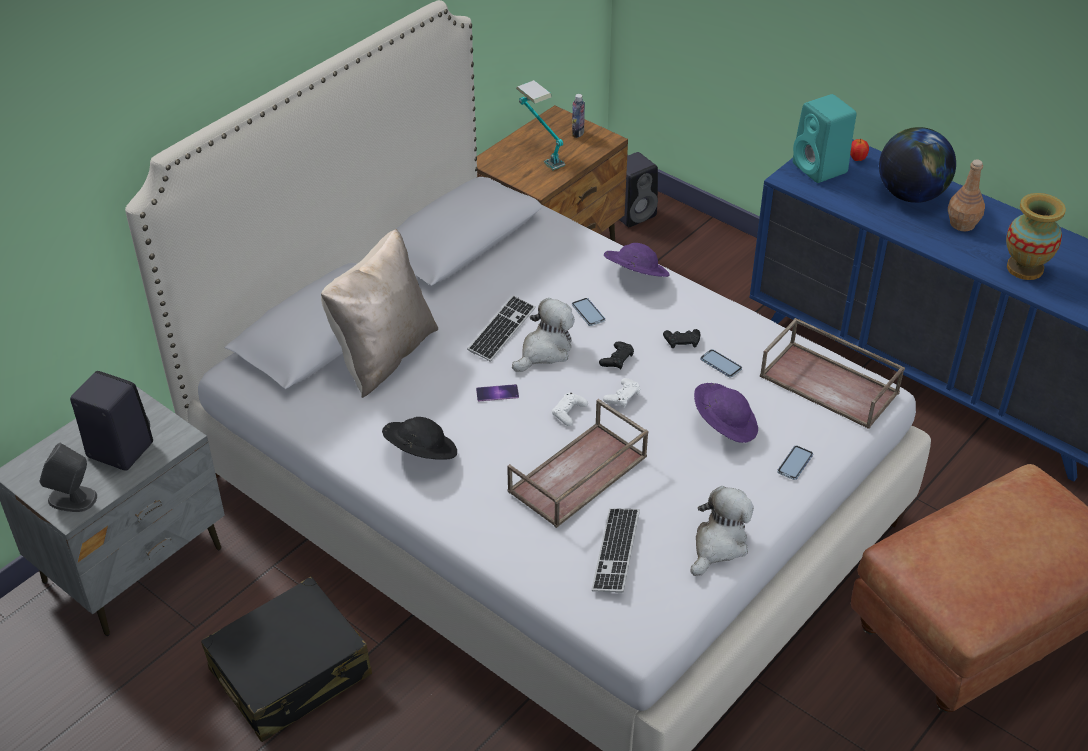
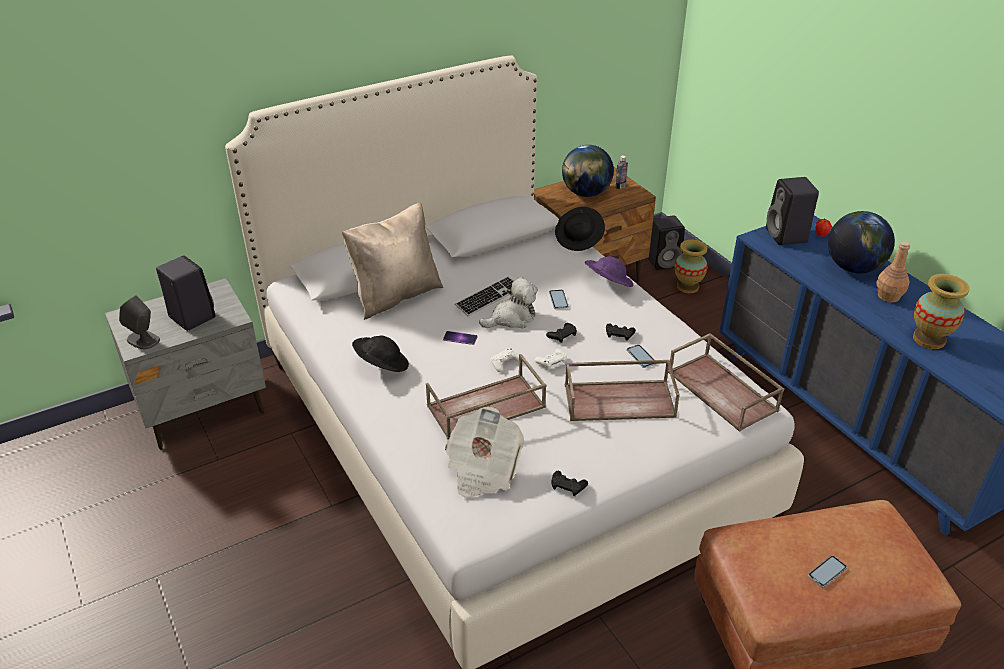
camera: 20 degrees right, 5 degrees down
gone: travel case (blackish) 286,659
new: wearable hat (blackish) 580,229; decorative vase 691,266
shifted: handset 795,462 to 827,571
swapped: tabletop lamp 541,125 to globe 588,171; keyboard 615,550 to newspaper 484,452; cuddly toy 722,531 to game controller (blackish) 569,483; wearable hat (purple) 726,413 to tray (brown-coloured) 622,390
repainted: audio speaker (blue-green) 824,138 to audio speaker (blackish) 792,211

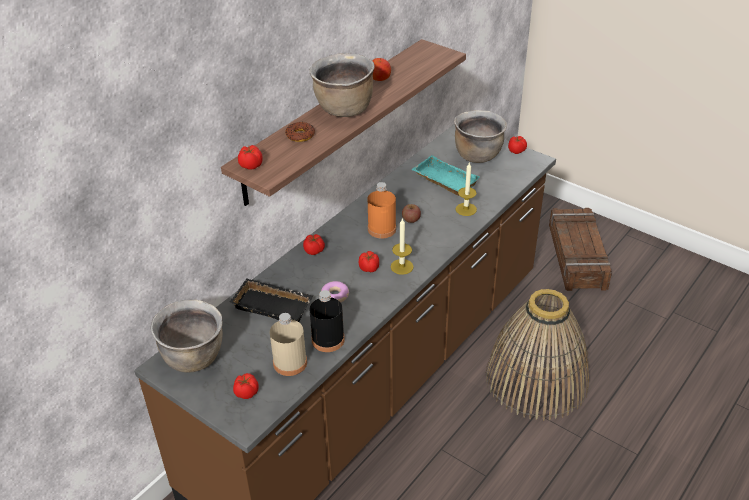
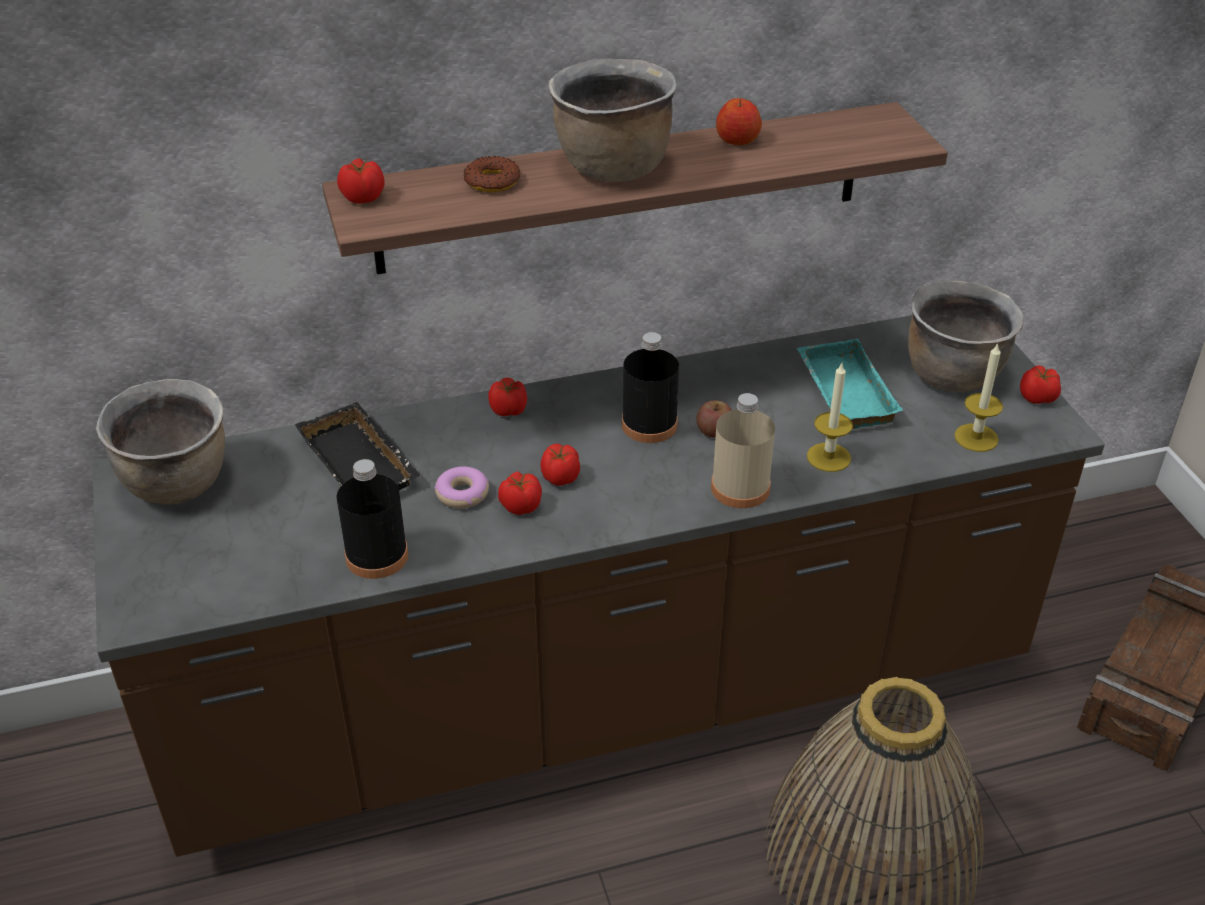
camera: 35 degrees right, 0 degrees up
shifted: tomato 245,386 to 520,493; bottle (beige-coloured) 288,344 to 743,450; wax candle 402,246 to 978,397
repainted: bottle (orangey) 382,210 to bottle (blackish) 650,387

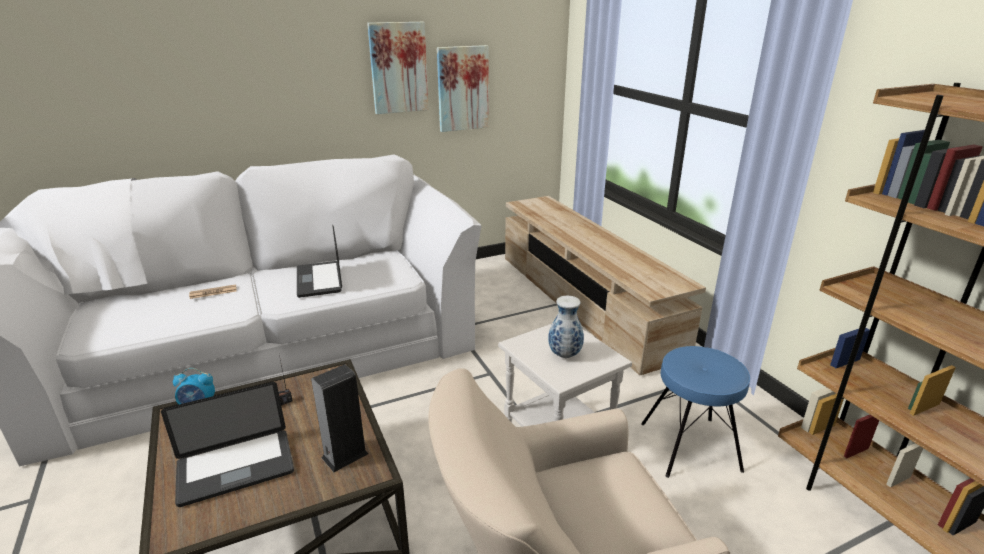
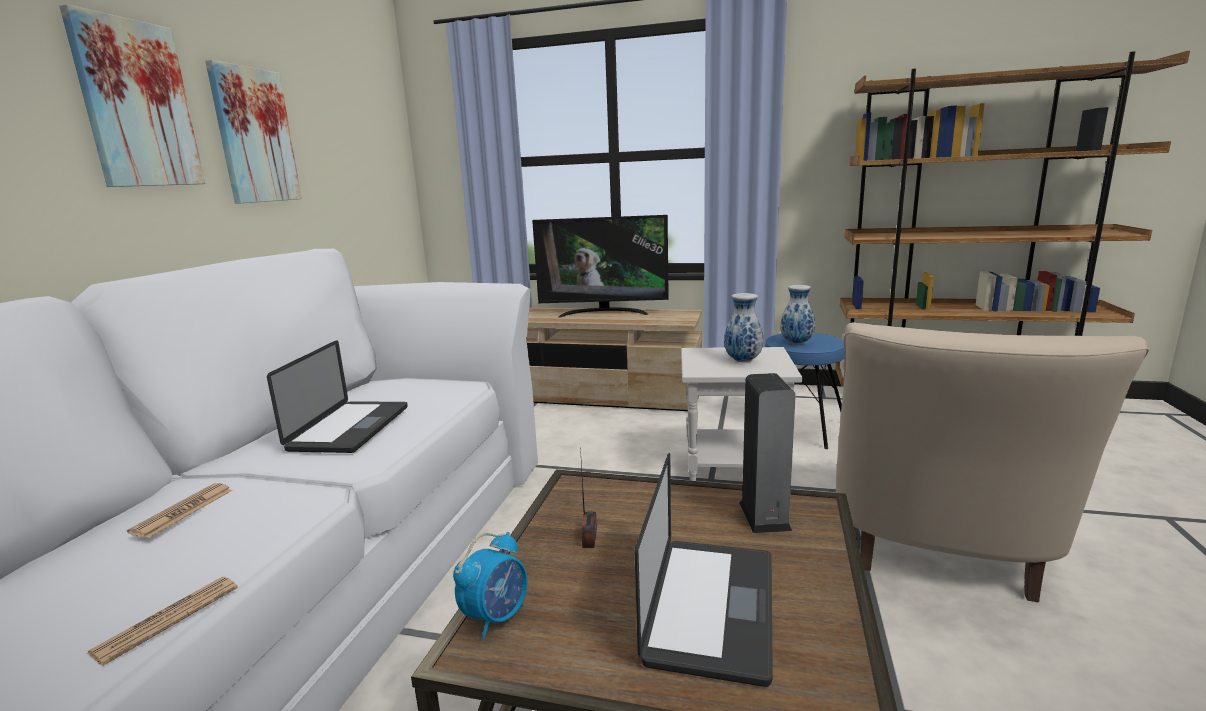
camera: 50 degrees left, 10 degrees down
new: newspaper 162,621; television 600,266; decorative vase 797,314
shifted: wall picture 463,88 to 132,95
rotated: laptop 319,262 = 337,396 105 degrees counterclockwise

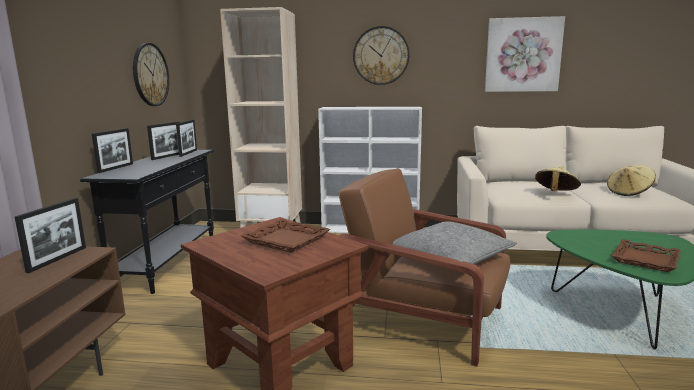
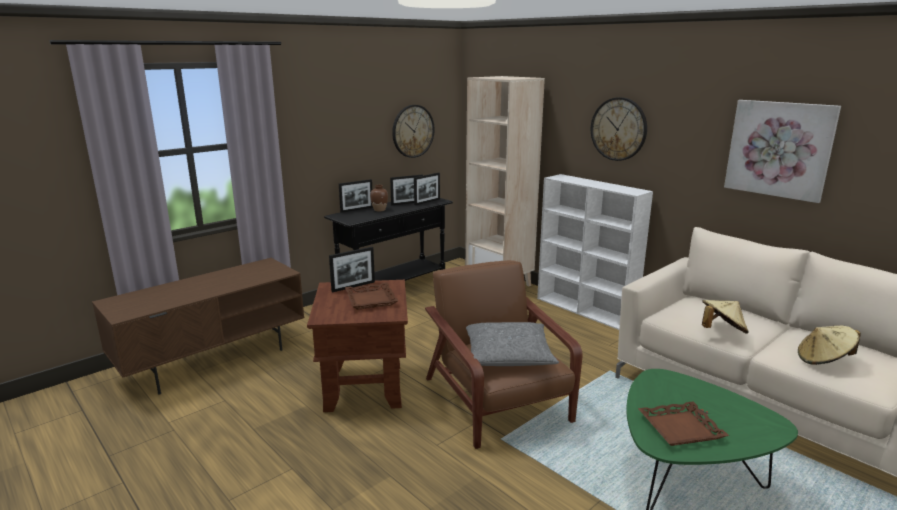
camera: 40 degrees right, 5 degrees up
new: decorative vase (brown-coloured) 379,198
shifted: photo frame 50,235 to 352,269

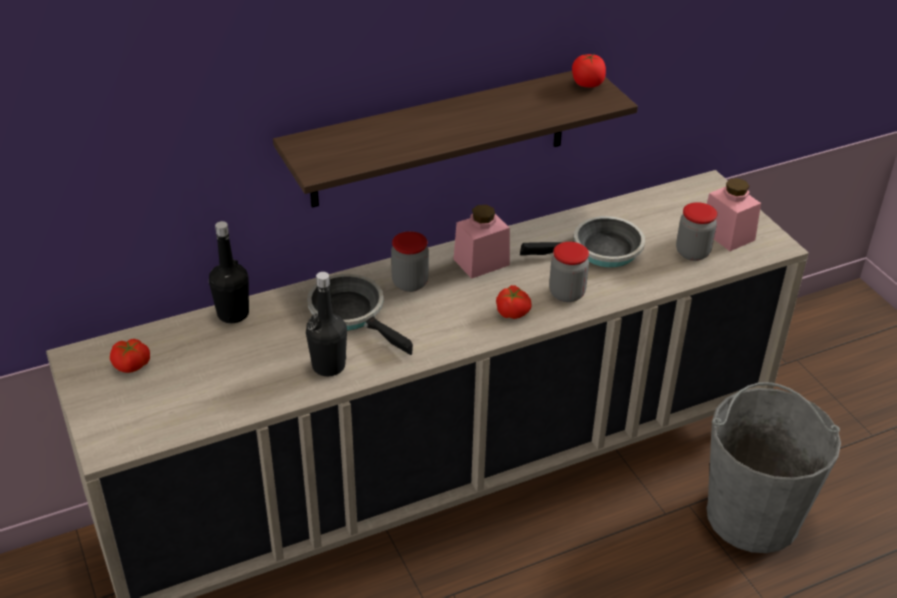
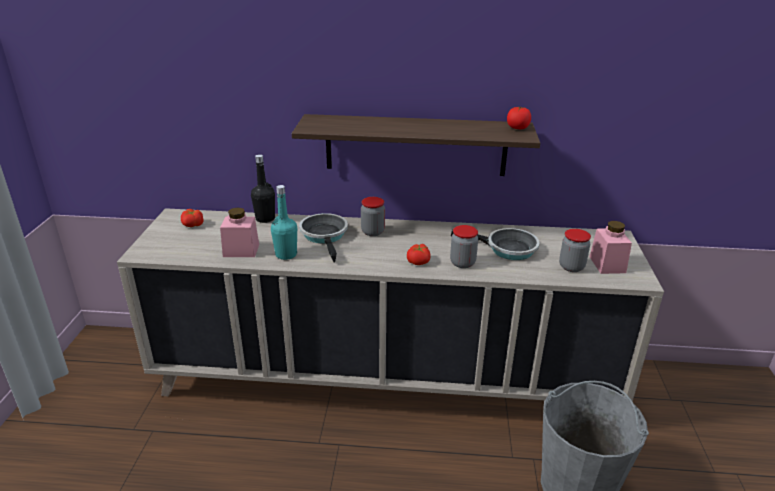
camera: 30 degrees right, 10 degrees down
shifted: jar (pinkish) 482,242 to 239,232
repainted: bottle (blackish) 326,324 to bottle (blue-green) 284,222

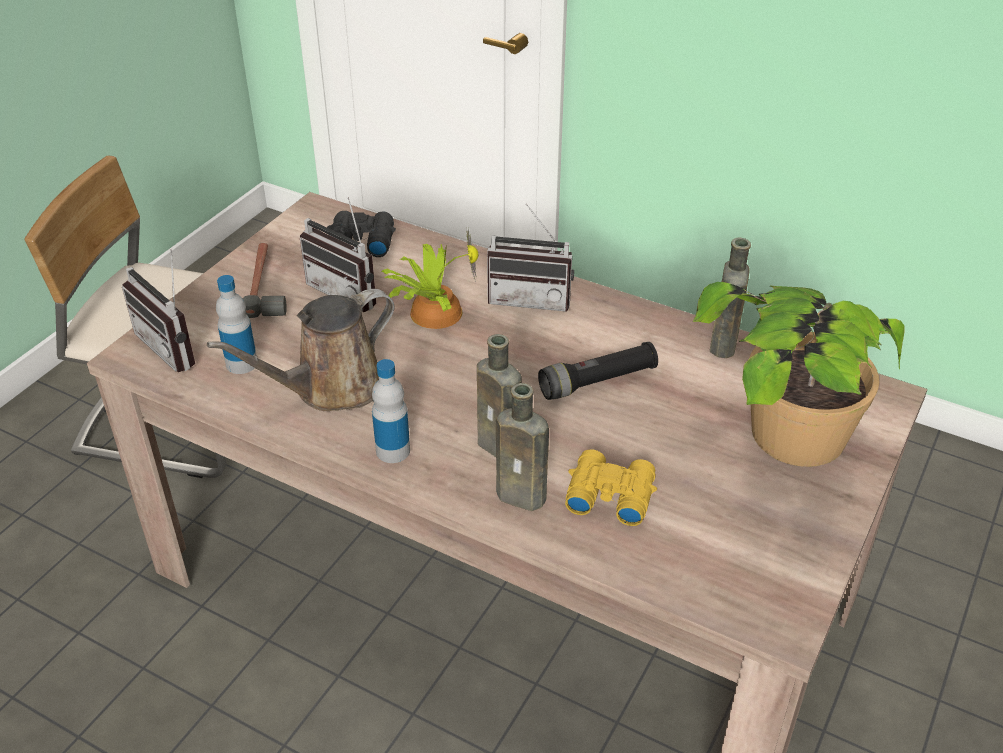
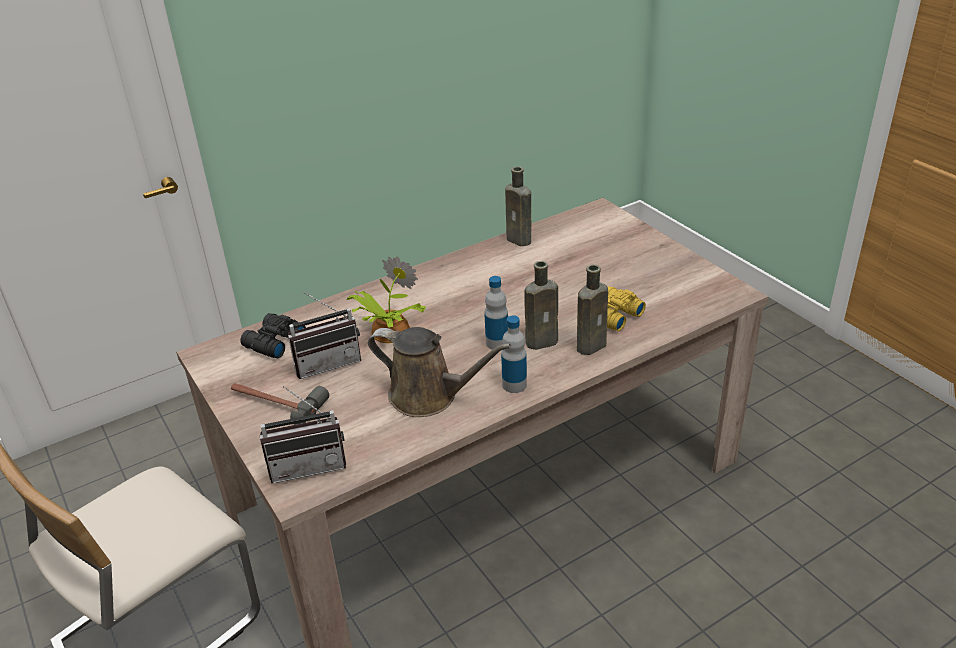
camera: 60 degrees left, 5 degrees down
gone: radio receiver 530,257; flashlight (blackish) 598,371; houseplant 798,374
shifted: bottle 236,324 to 496,313
rotated: watering pot (brown-coloured) 301,350 = 439,372 60 degrees counterclockwise

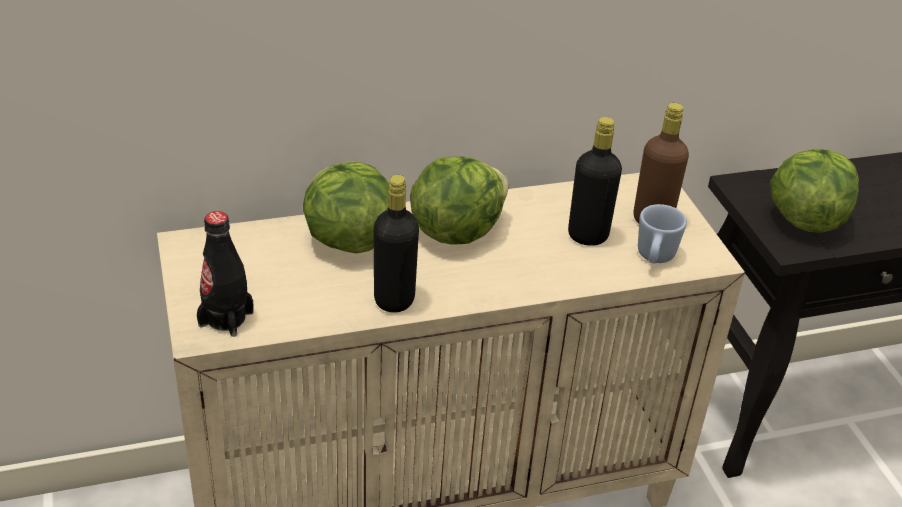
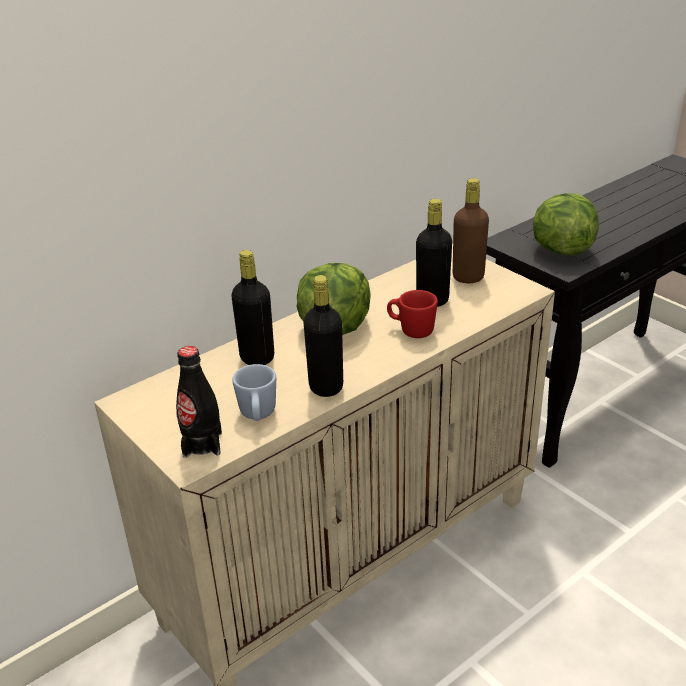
camera: 20 degrees left, 5 degrees down
new: tea mug (reddish) 412,314
shifted: tea mug (bluish) 662,234 to 254,392
swapped: lettuce 346,207 to bottle (blackish) 252,307

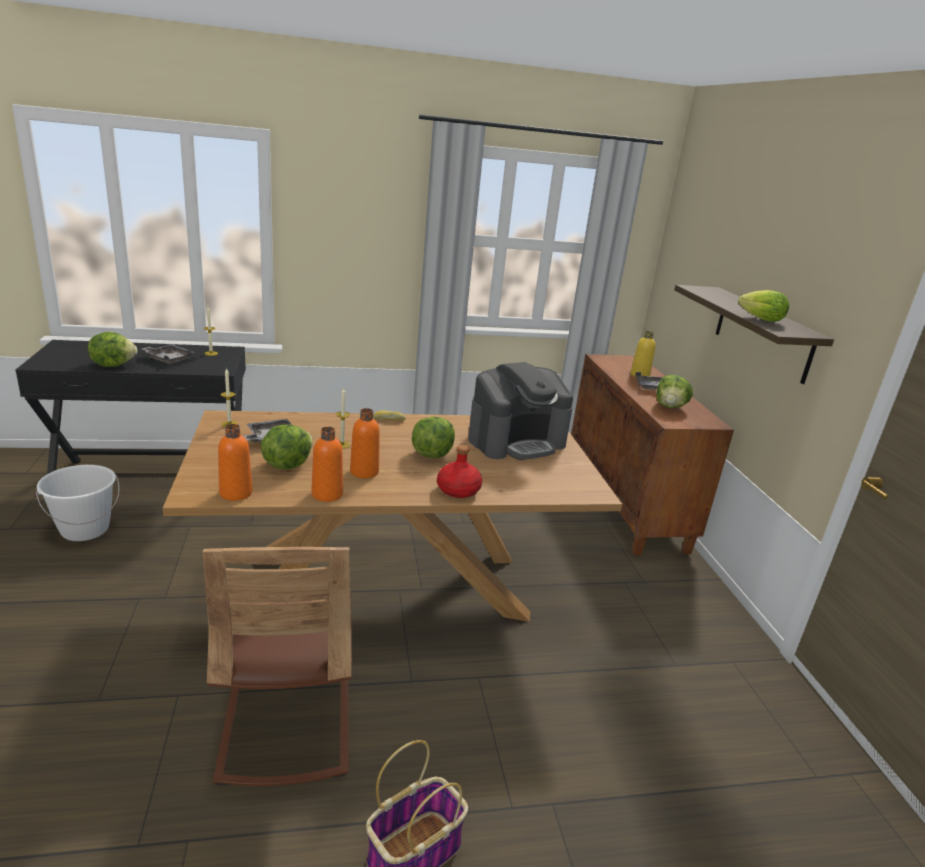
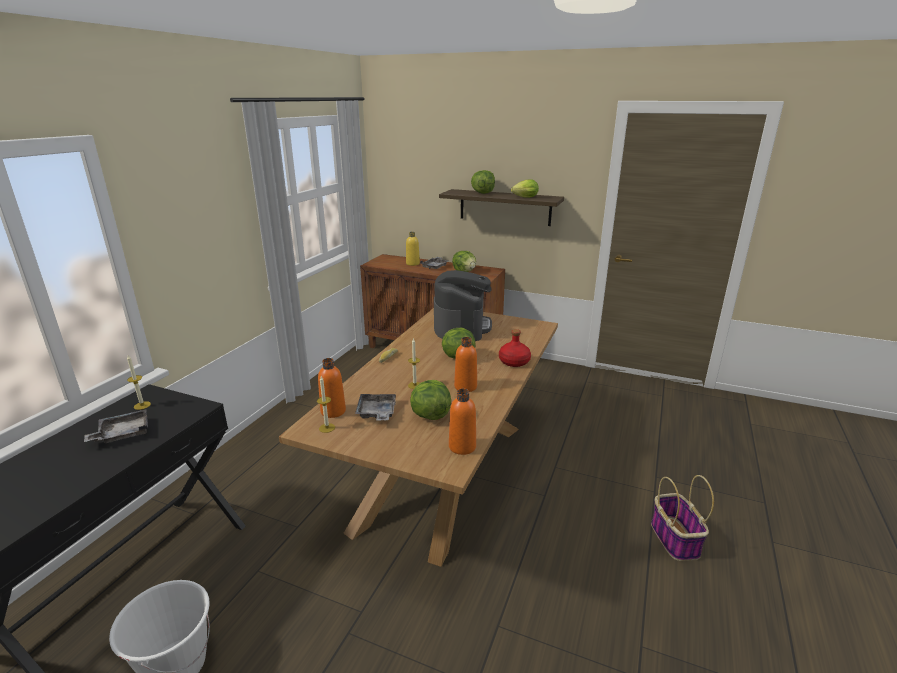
camera: 55 degrees left, 0 degrees up
gone: plain chair (brown-coloured) 277,666
shifted: lettuce 113,349 to 483,182; bottle (orangey) 327,464 to 332,388

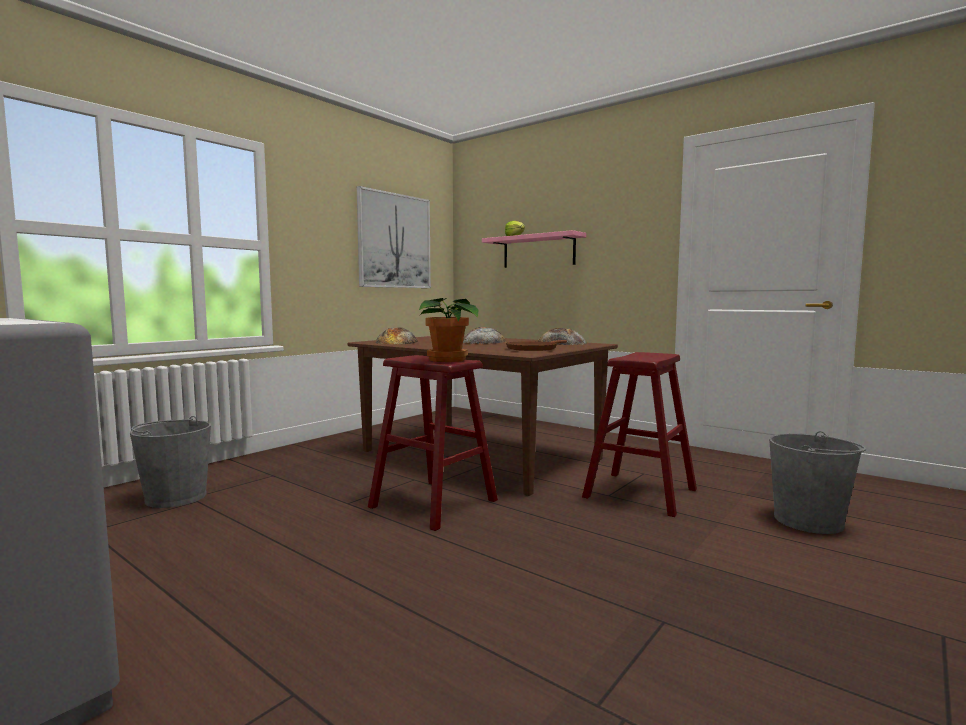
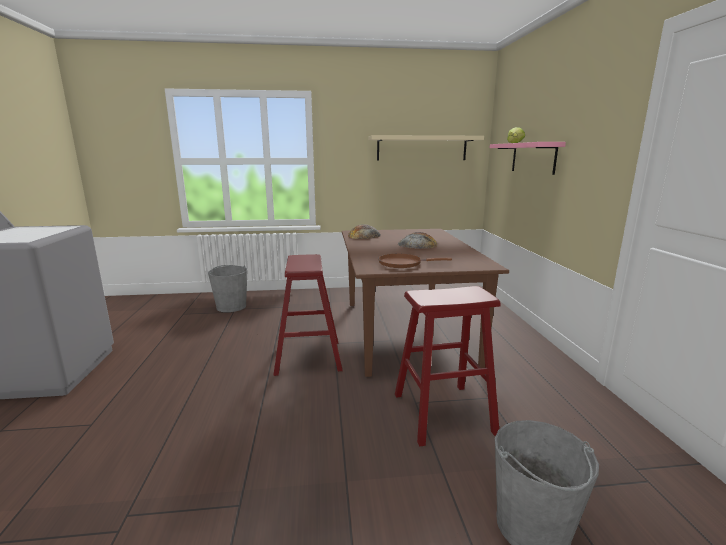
camera: 45 degrees right, 10 degrees up
gone: houseplant 448,330; baked bread 563,336
swapped: wall picture 394,237 to bracket shelf (beige-coloured) 426,147

